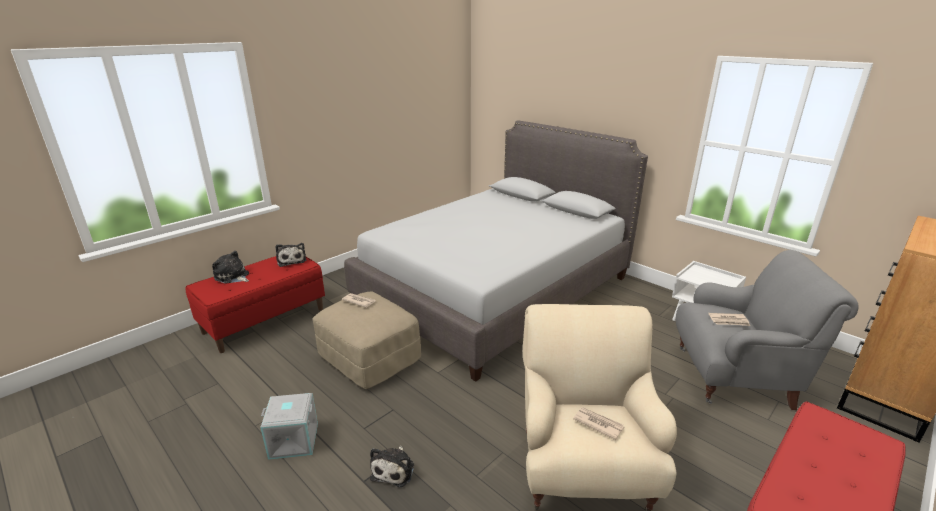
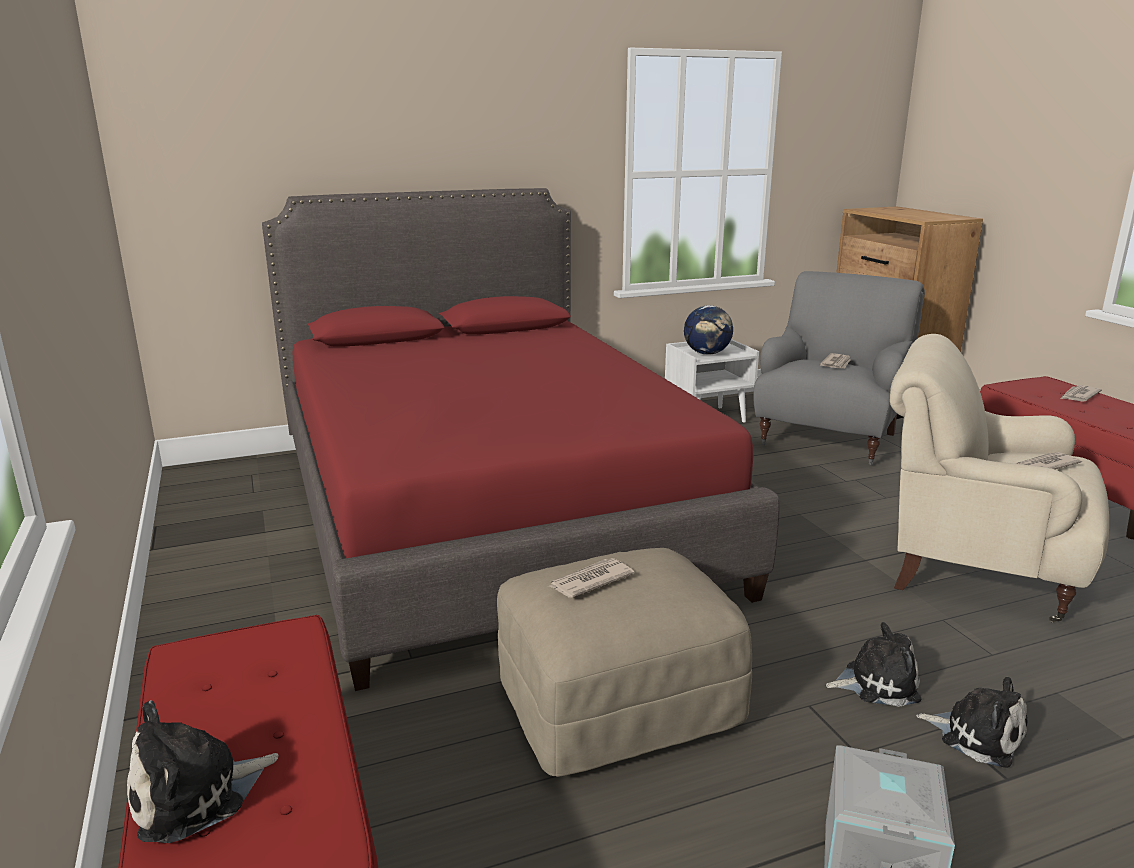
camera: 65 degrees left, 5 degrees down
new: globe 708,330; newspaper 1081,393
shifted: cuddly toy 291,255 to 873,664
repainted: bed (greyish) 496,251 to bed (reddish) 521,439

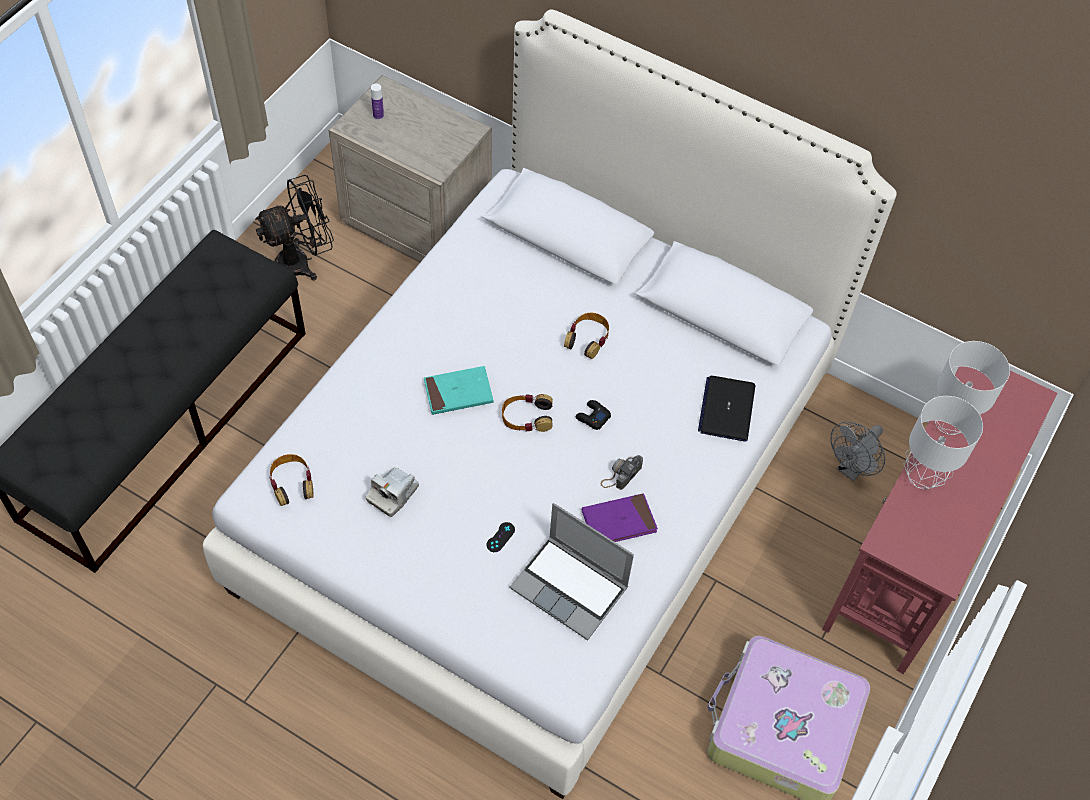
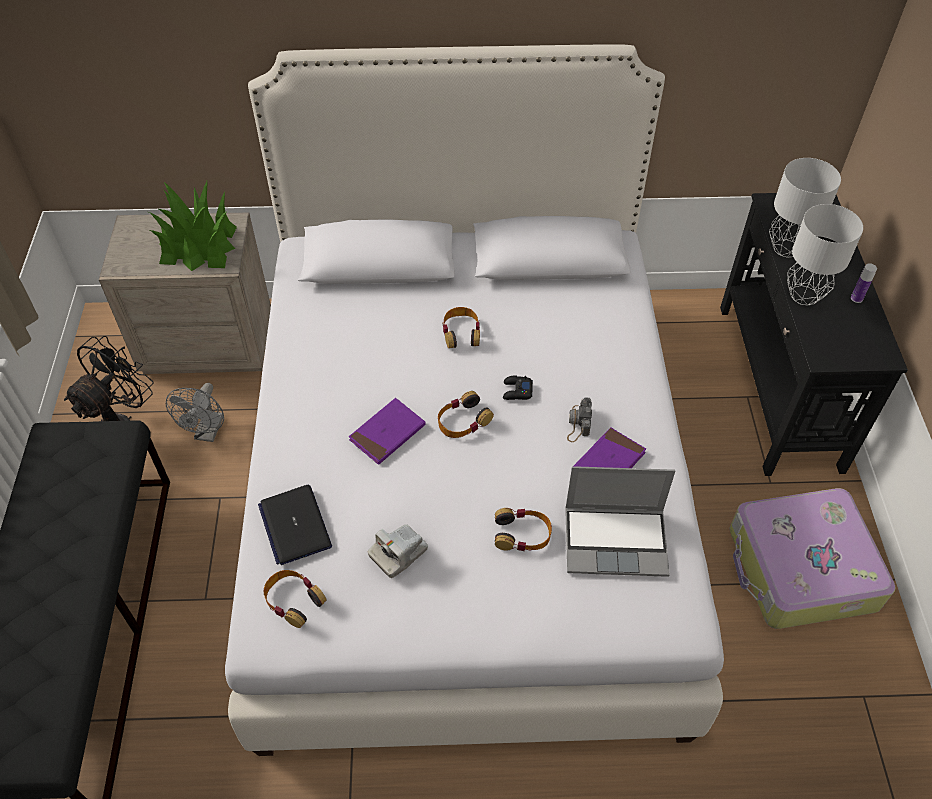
camera: 30 degrees left, 5 degrees down
new: houseplant 192,226
shifted: bottle 377,102 to 864,283; laptop 726,409 to 295,525; electric fan (greyish) 858,451 to 195,412
swapped: game controller (blackish) 500,537 to headset 523,529
repainted: bound book (blue-green) 458,390 to bound book (purple) 387,431; hall table (reddish) 940,520 to hall table (blackish) 814,334
rotated: photo camera 392,492 = 398,551 45 degrees clockwise

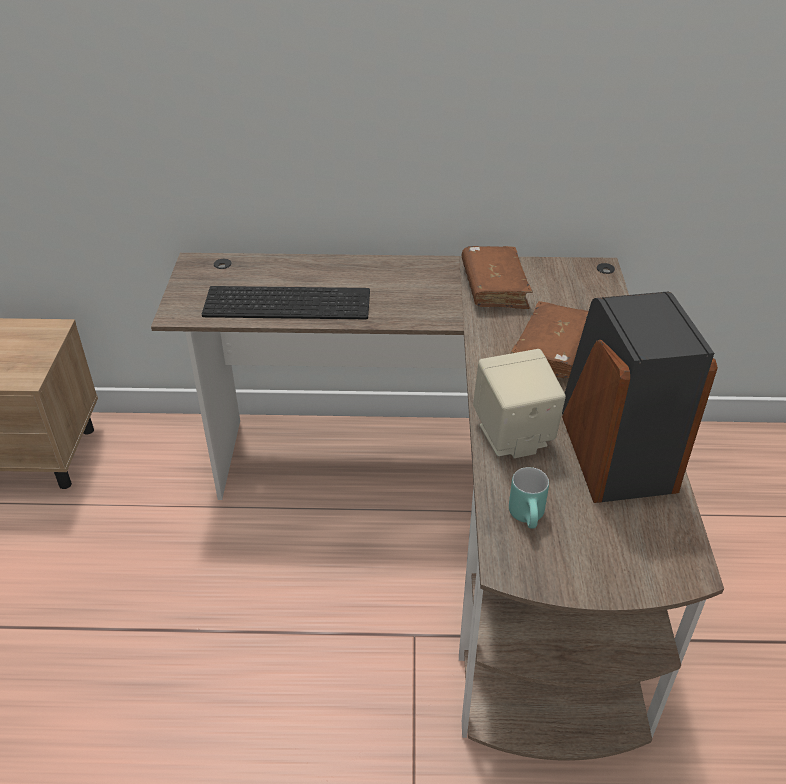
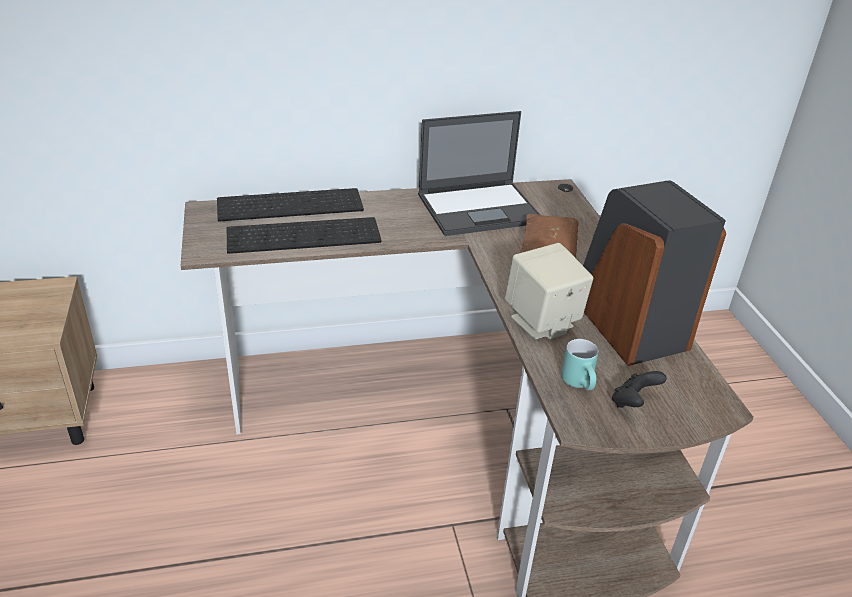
camera: 15 degrees left, 5 degrees down
new: keyboard 290,204; game controller (blackish) 639,389
swapped: bound book (brown-coloured) 497,277 to laptop 479,173

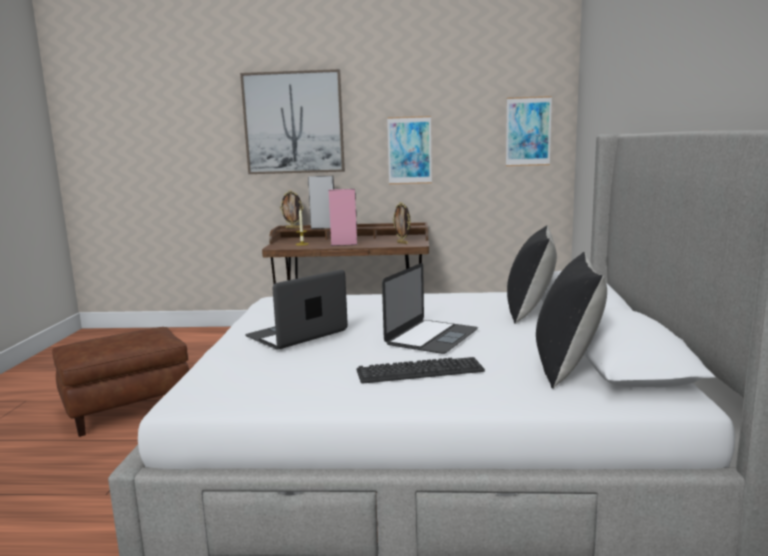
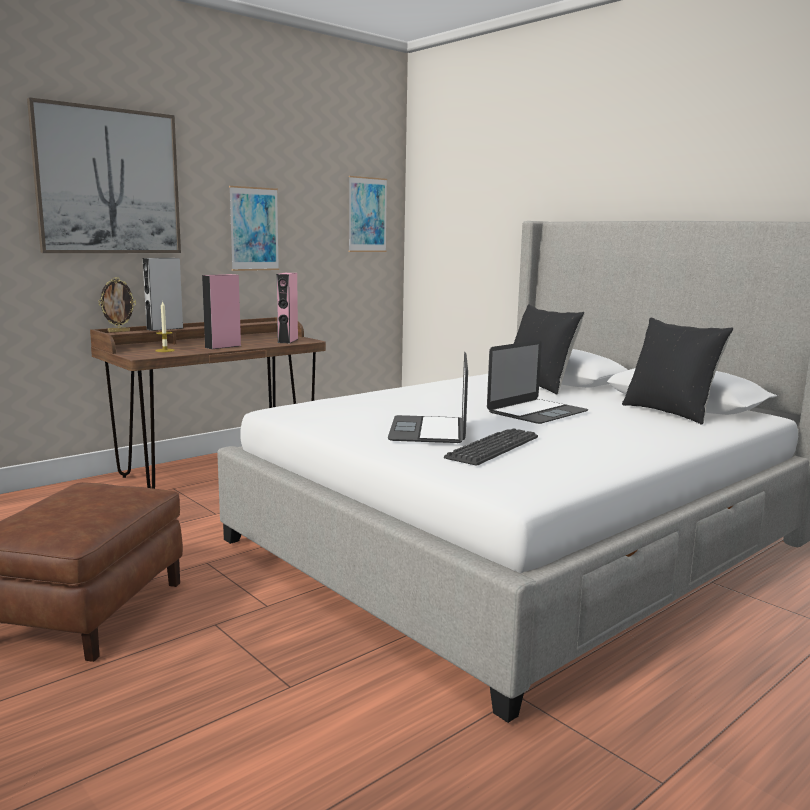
camera: 45 degrees left, 0 degrees up
shifted: keyboard 421,370 to 491,446
swapped: photo frame 402,223 to audio speaker (pinkish) 287,308
rotated: laptop 430,308 = 537,382 60 degrees clockwise

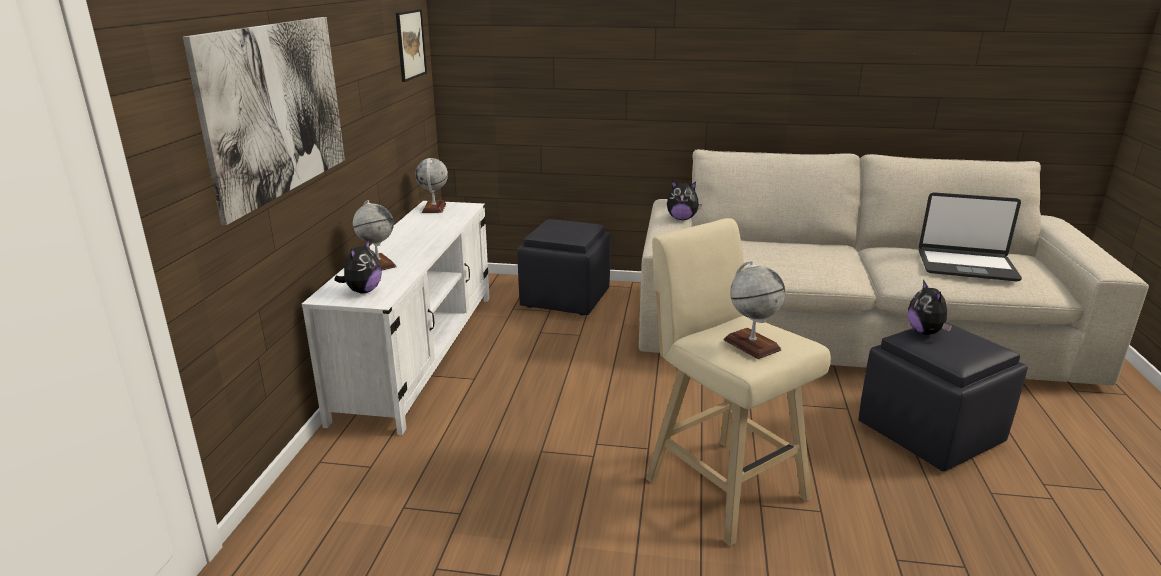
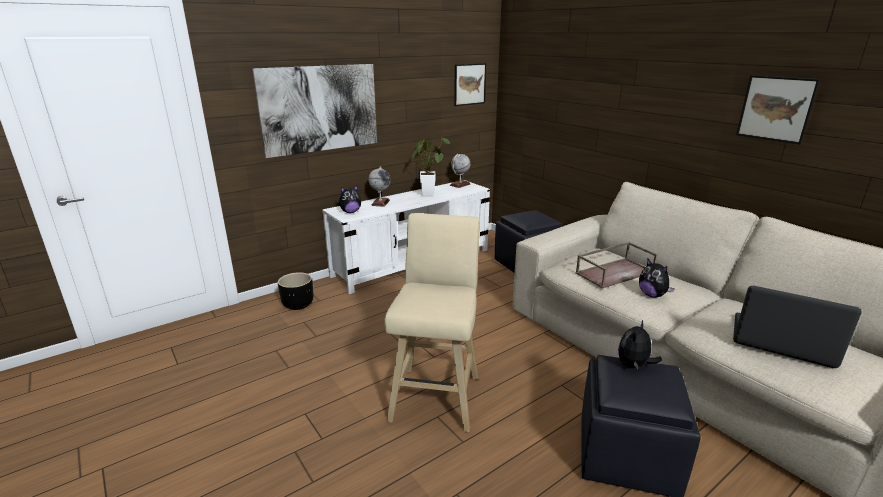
camera: 45 degrees right, 0 degrees up
gone: globe 754,310
new: planter (blackish) 295,291; houseplant 431,166; tray (brown-coloured) 616,265; wall picture 778,109
shifted: cuddly toy 684,200 to 657,278
rotated: laptop 970,236 = 797,327 150 degrees clockwise

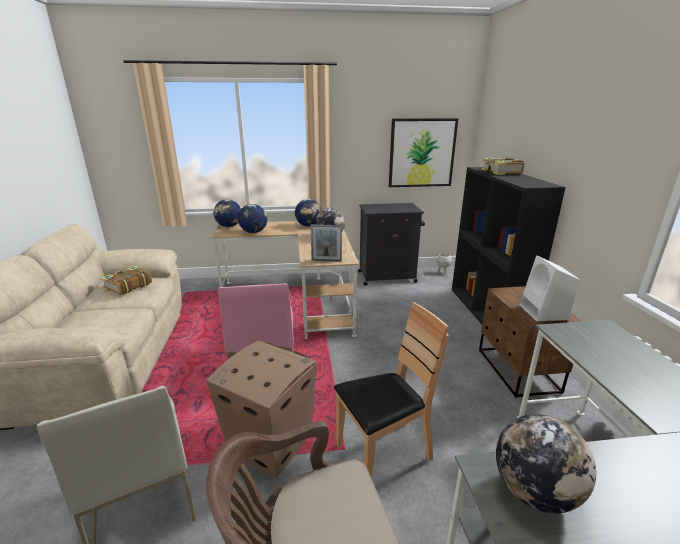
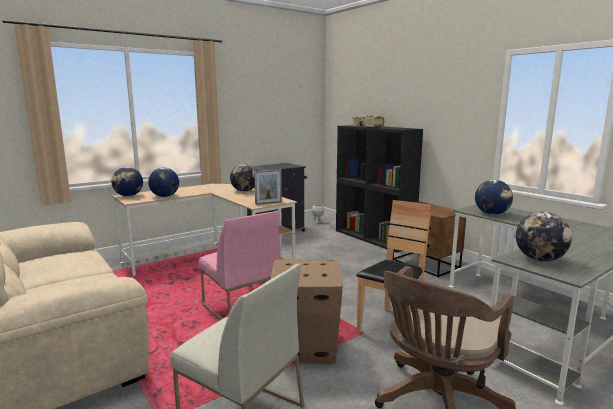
camera: 30 degrees left, 10 degrees down
gone: bound book 126,280; wall picture 423,152; audio speaker (white) 549,288
shifted: globe 308,213 to 494,197

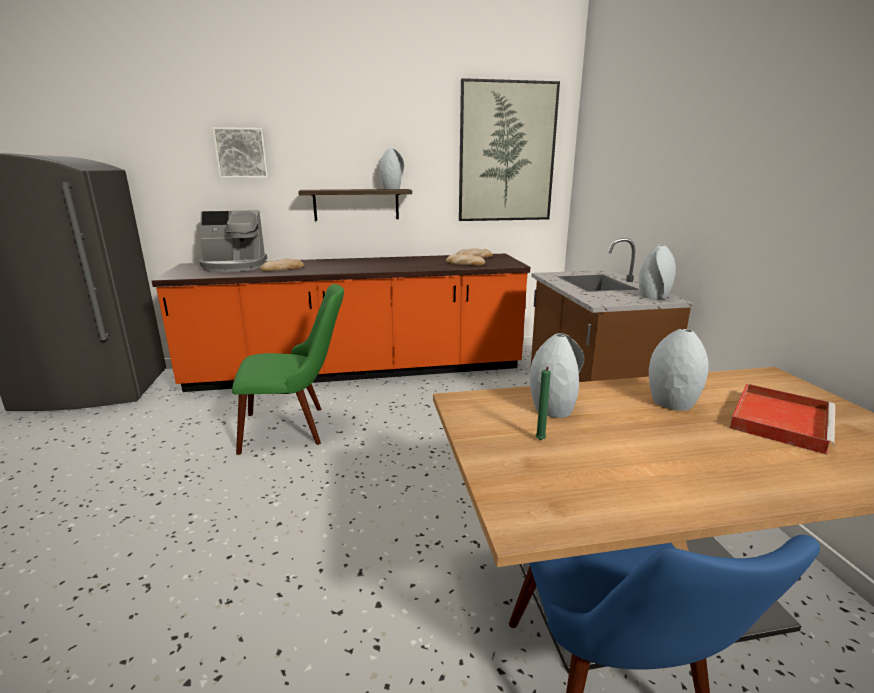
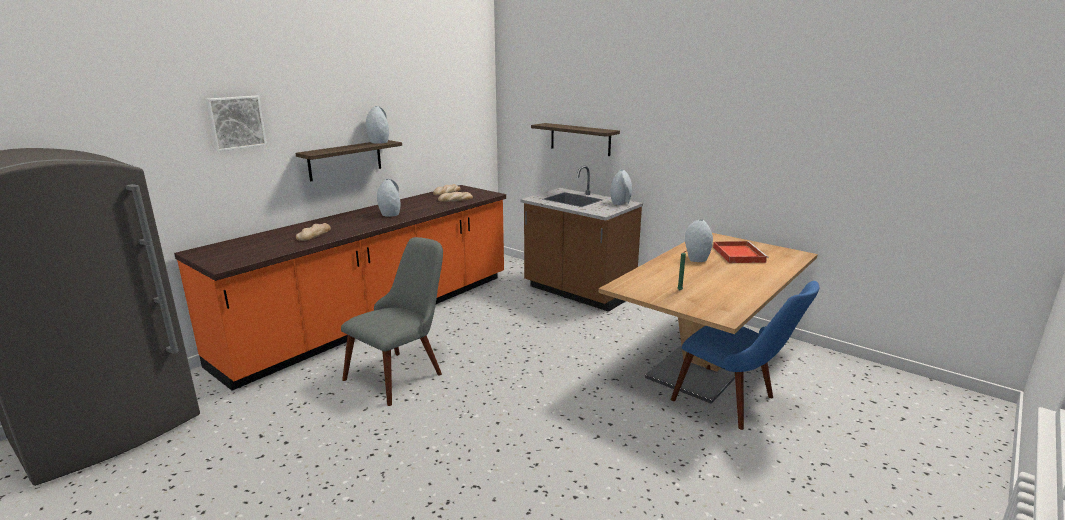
camera: 40 degrees left, 0 degrees up
gone: coffee machine 233,241; wall picture 509,149
new: bracket shelf 575,139
shifted: decorative vase (greyish) 557,375 to 388,198
repainted: plain chair (green-coloured) 288,369 to plain chair (greyish) 392,321

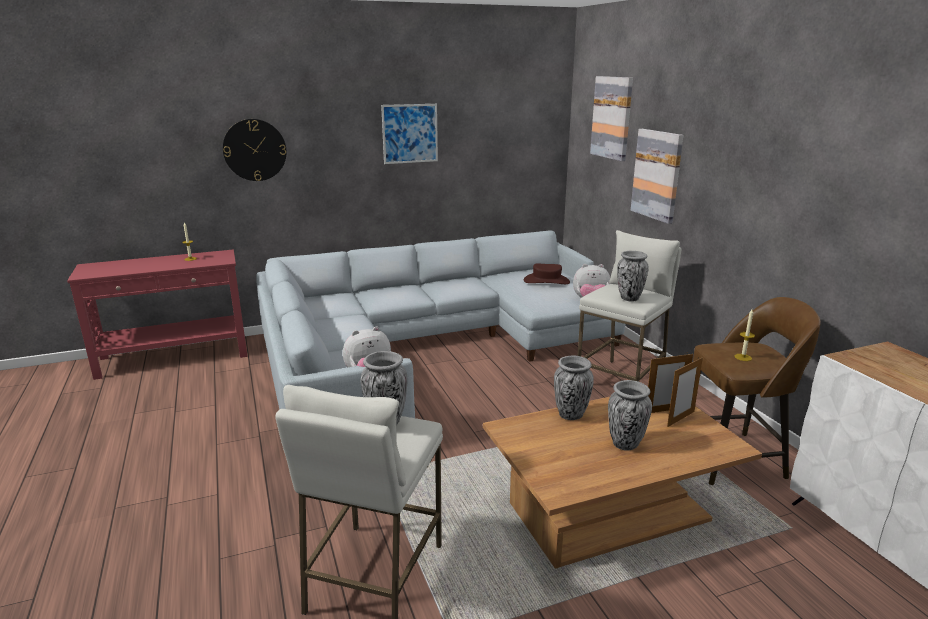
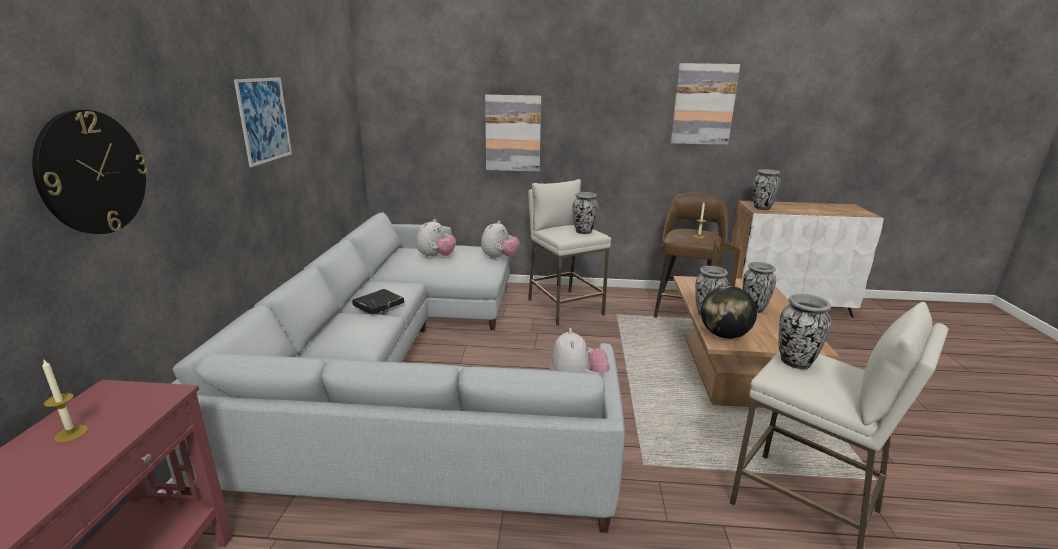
camera: 65 degrees left, 0 degrees up
new: bound book (blackish) 378,302; globe 729,312; decorative vase 767,189
shifted: wall picture 611,118 to 705,104
swapped: wearable hat (brown-coloured) 547,274 to cuddly toy 436,239

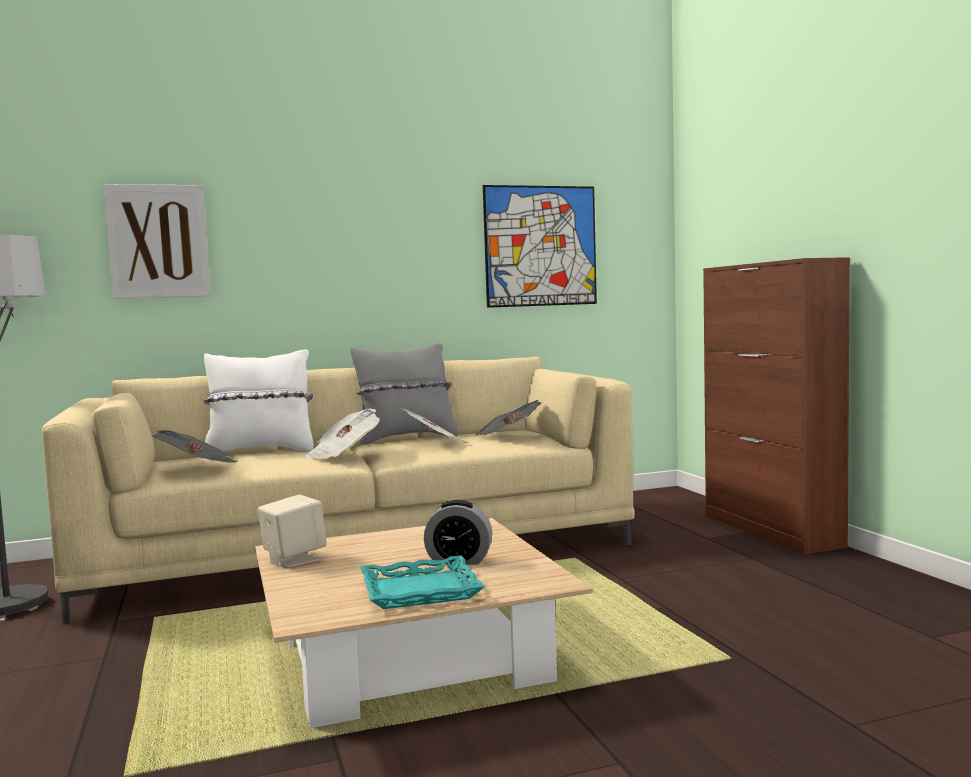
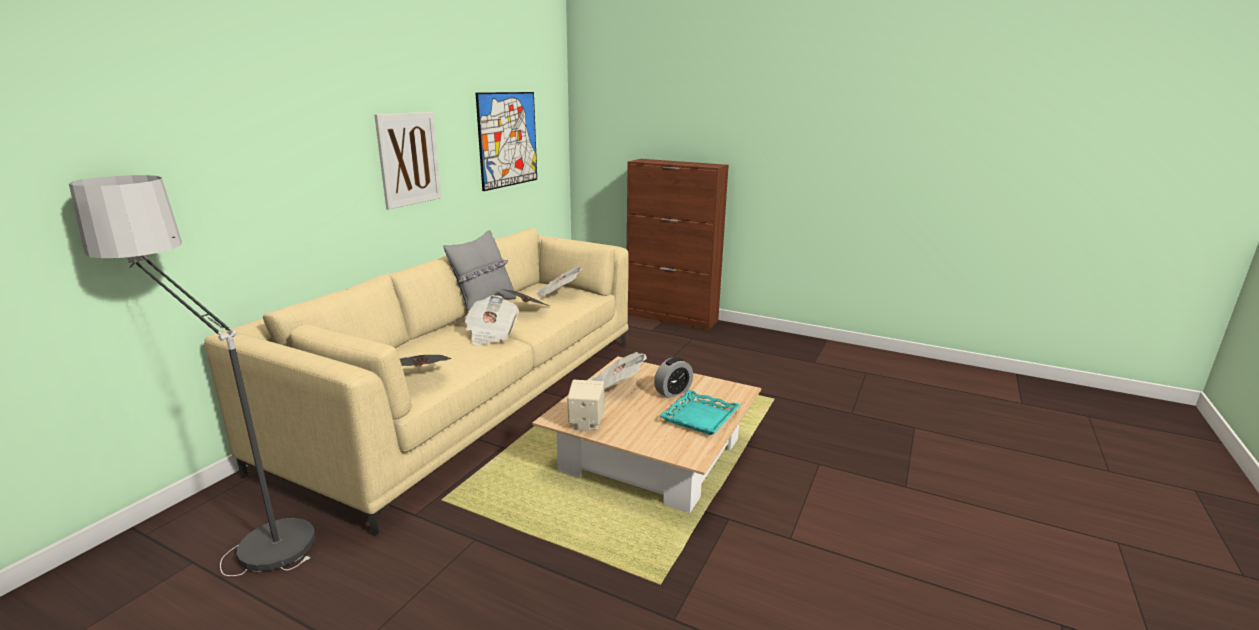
camera: 45 degrees left, 15 degrees up
gone: pillow (white) 258,401
new: newspaper 618,371
shifted: wall picture 157,241 to 407,160

